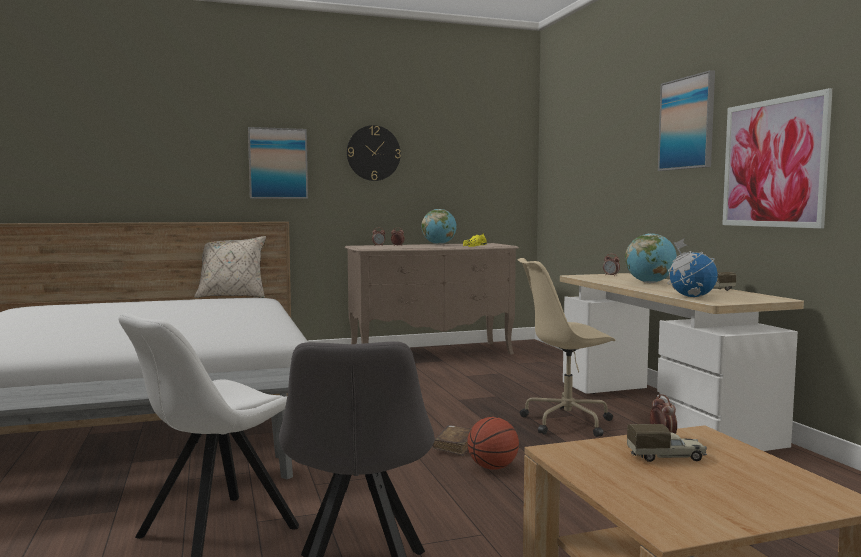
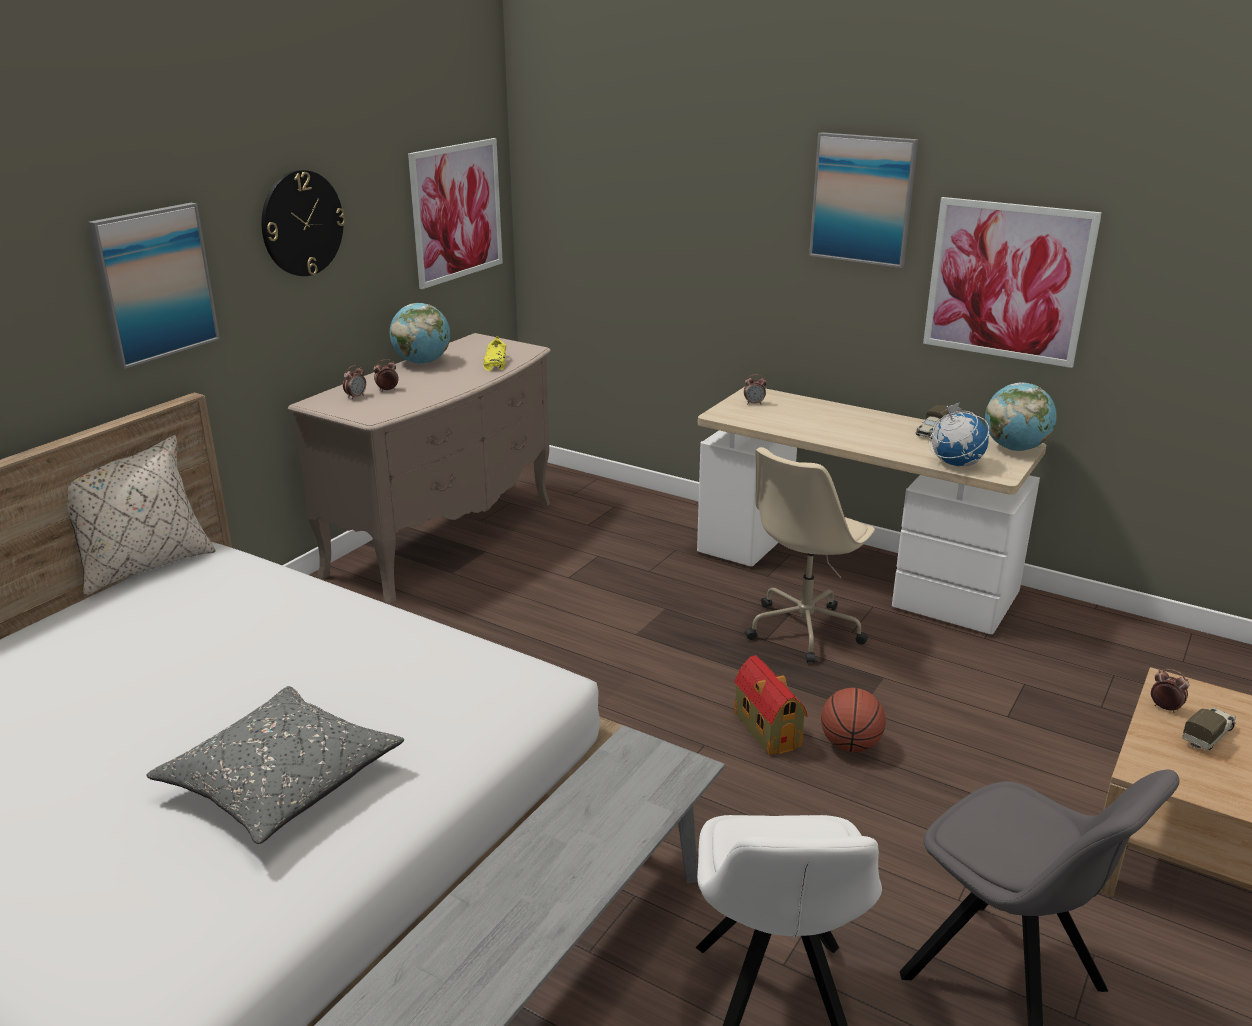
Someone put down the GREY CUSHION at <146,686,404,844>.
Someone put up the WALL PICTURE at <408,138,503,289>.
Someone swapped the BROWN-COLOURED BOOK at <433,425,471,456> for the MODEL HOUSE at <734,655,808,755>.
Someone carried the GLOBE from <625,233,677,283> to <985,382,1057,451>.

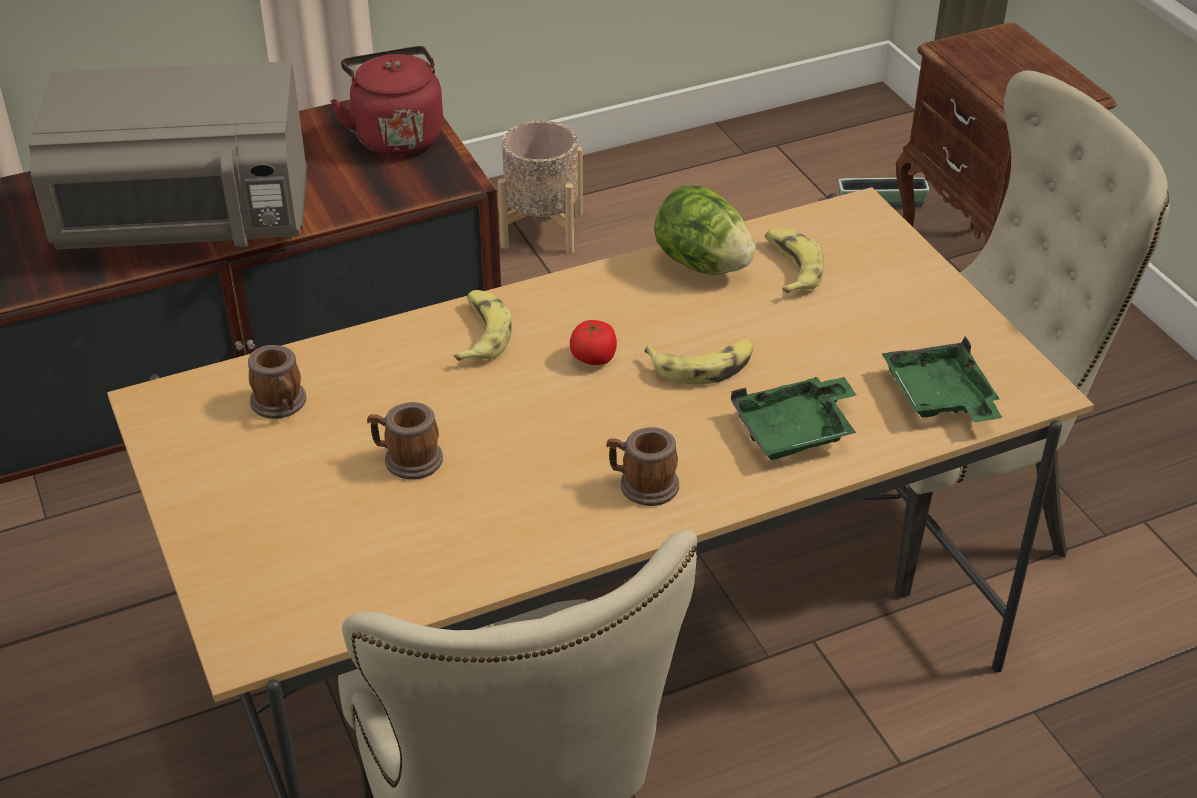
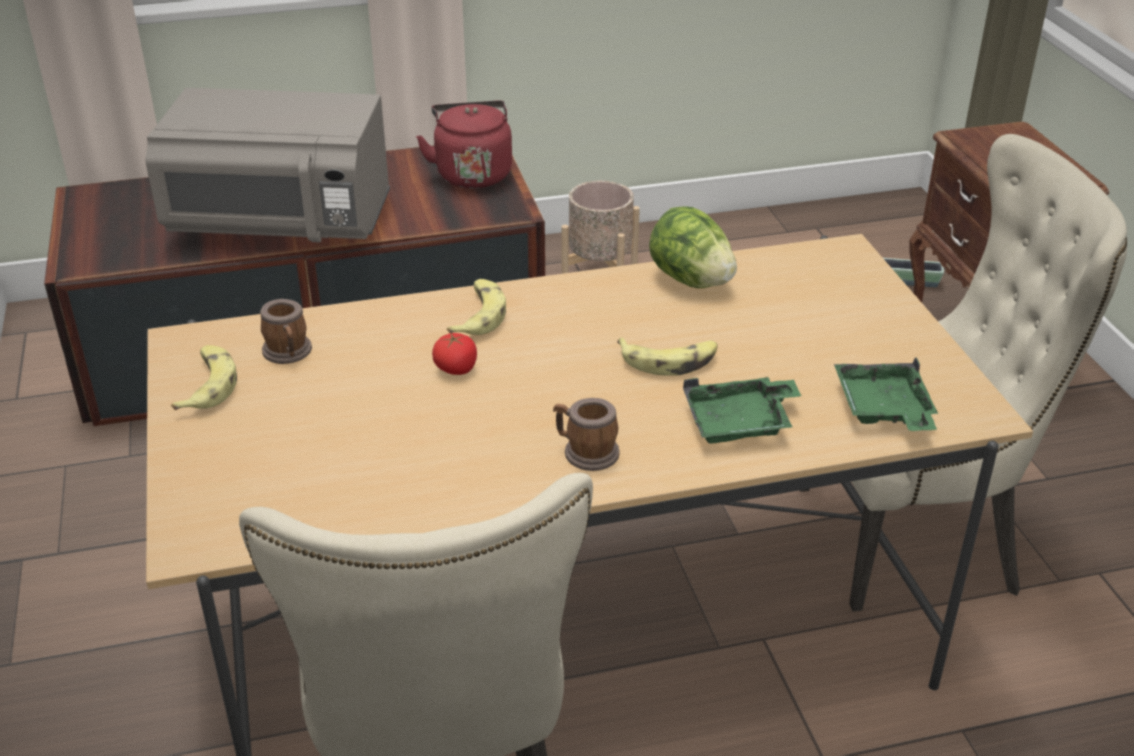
Someone carried the BANANA from <765,228,824,293> to <171,345,237,410>.
Someone carried the WHOLE TOMATO from <570,320,617,365> to <432,333,477,375>.
Someone took away the MUG at <367,402,443,480>.

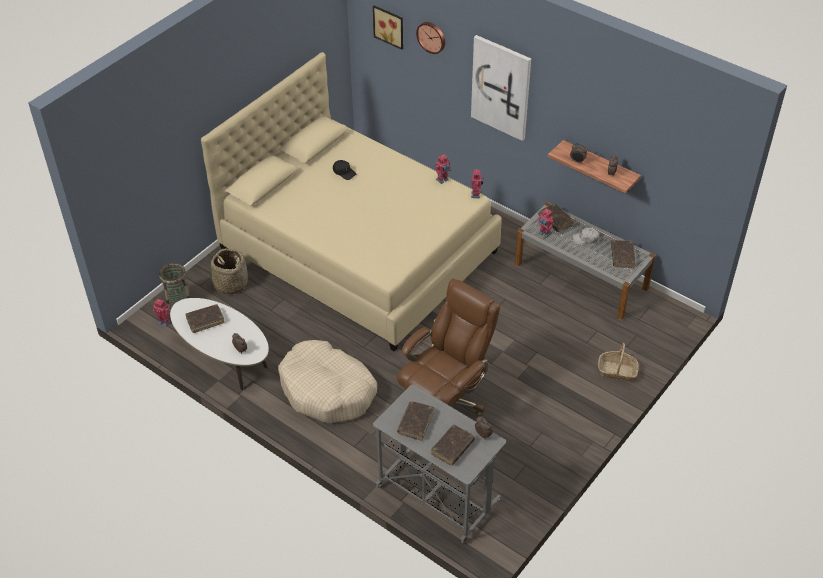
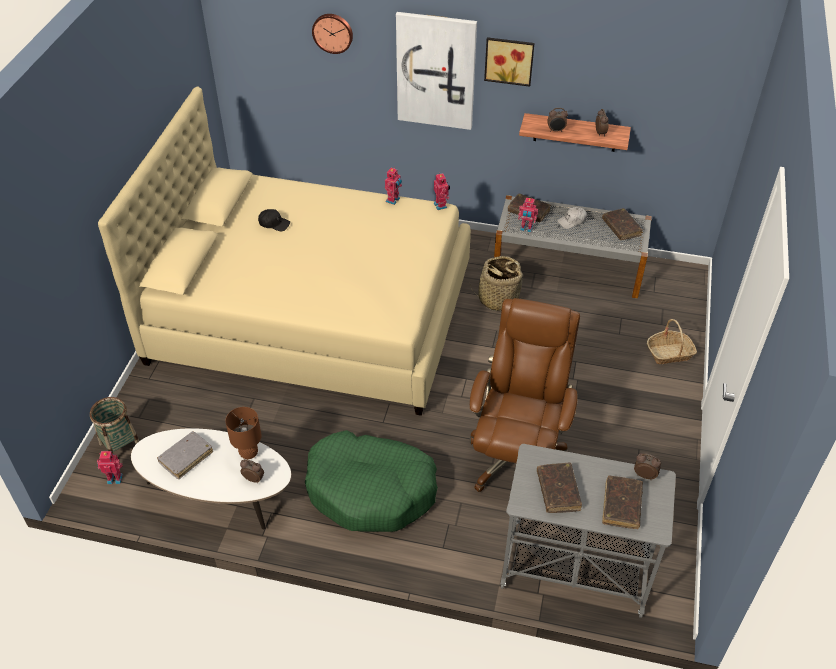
Someone repainted the BROWN-COLOURED BOOK at <185,304,225,333>, which became the GREY BOOK at <157,431,213,479>.
Someone put down the BROWN-COLOURED LAMP FOR A TABLE at <225,407,262,459>.
Someone repainted the BEIGE PET BED at <278,340,377,423>, which became the GREEN PET BED at <305,430,438,532>.
Someone carried the STORAGE BASKET from <210,248,248,294> to <469,256,526,311>.
Someone carried the WALL PICTURE from <373,6,403,50> to <484,37,535,87>.

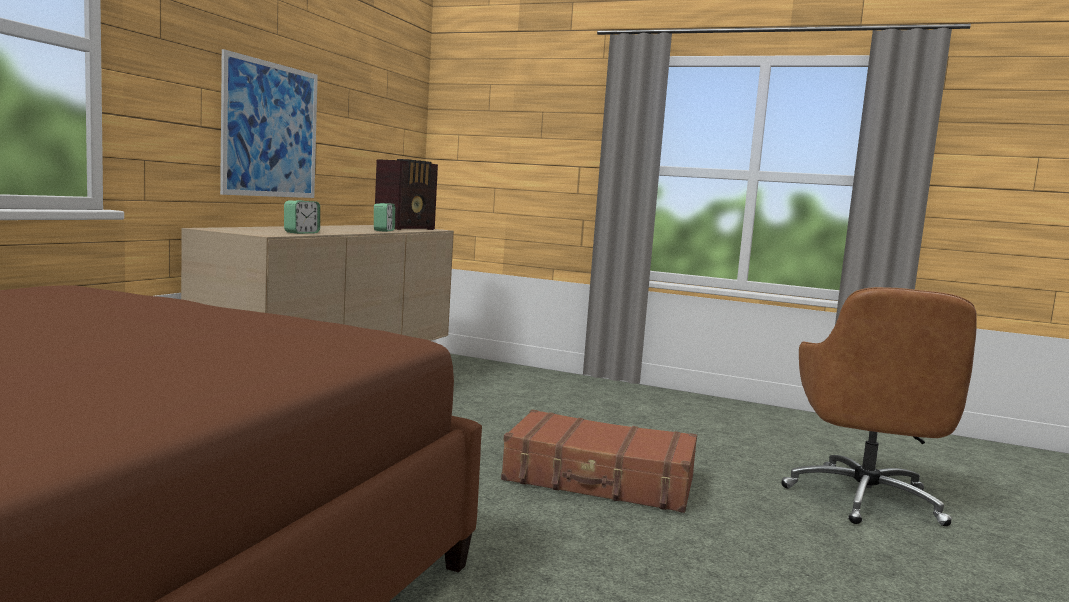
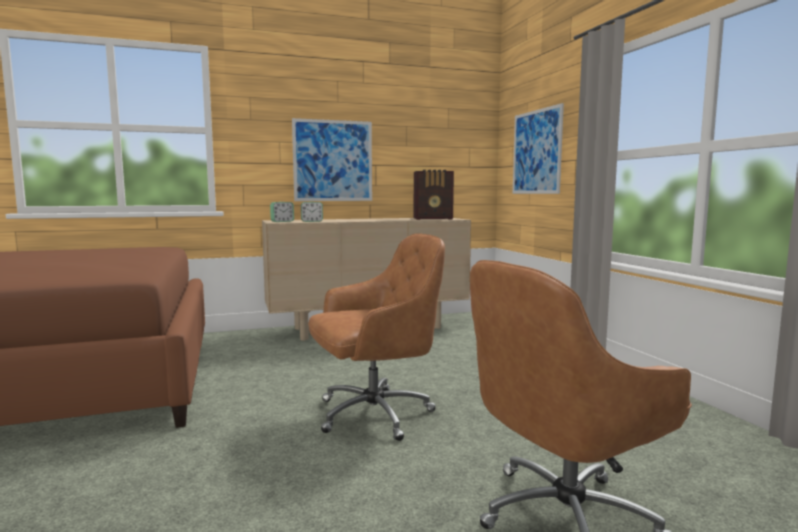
Someone carried the BEDSIDE CLOCK from <374,203,395,232> to <270,202,294,222>.
Someone swapped the BROWN-COLOURED SUITCASE at <501,409,697,513> for the BROWN-COLOURED OFFICE CHAIR at <308,233,445,441>.
Someone put up the WALL PICTURE at <513,103,564,194>.

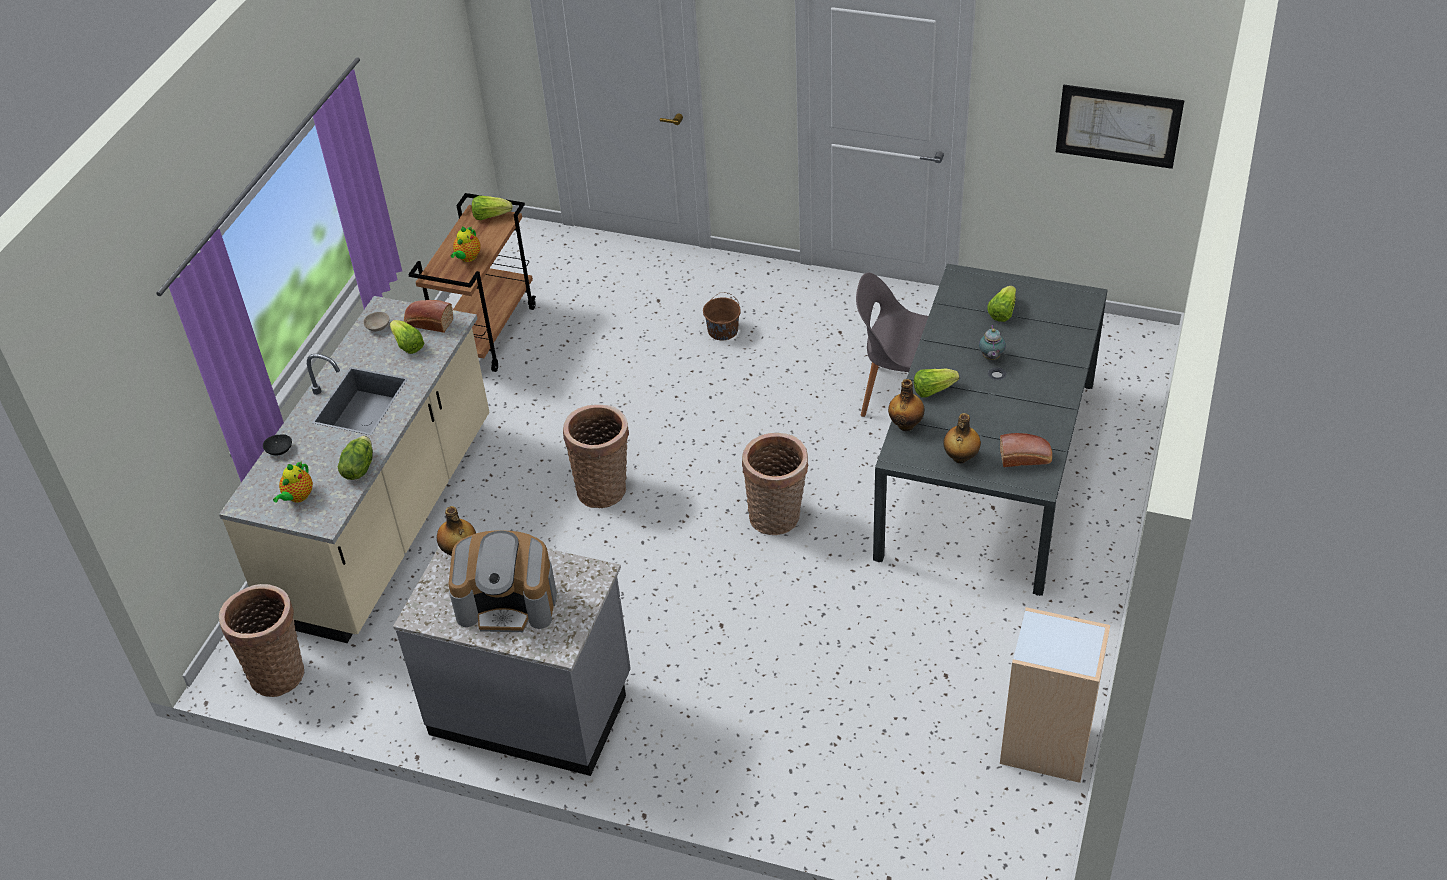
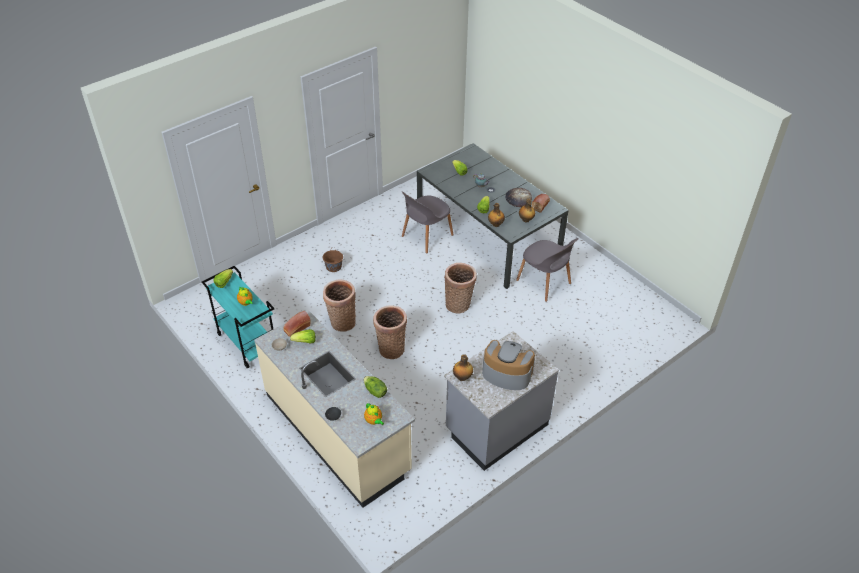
Someone repainted the BROWN-COLOURED TROLLEY at <408,193,536,372>, which became the TURQUOISE-COLOURED TROLLEY at <202,266,274,369>.
Someone carried the STORAGE BASKET from <219,584,304,697> to <323,279,356,332>.
Someone rotated the COFFEE BREWER at <449,531,557,632> by 105 degrees counterclockwise.
Someone put down the BAKERY BREAD at <505,188,532,207>.
Someone put down the GREY CHAIR at <516,238,579,302>.
Someone took away the BOOKSHELF at <1000,607,1110,783>.
Someone took away the WALL PICTURE at <1056,84,1185,169>.

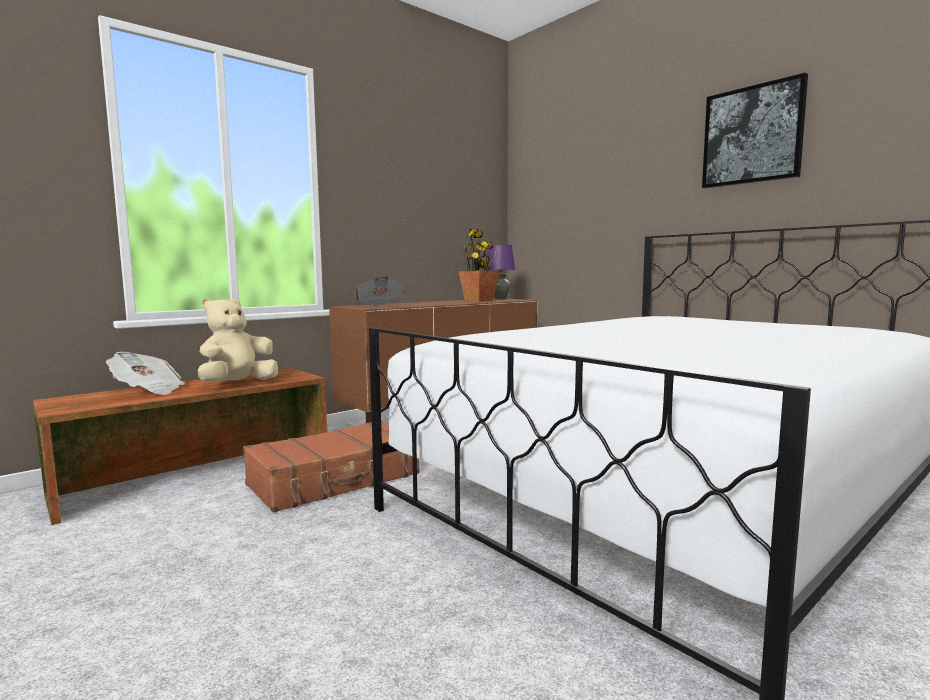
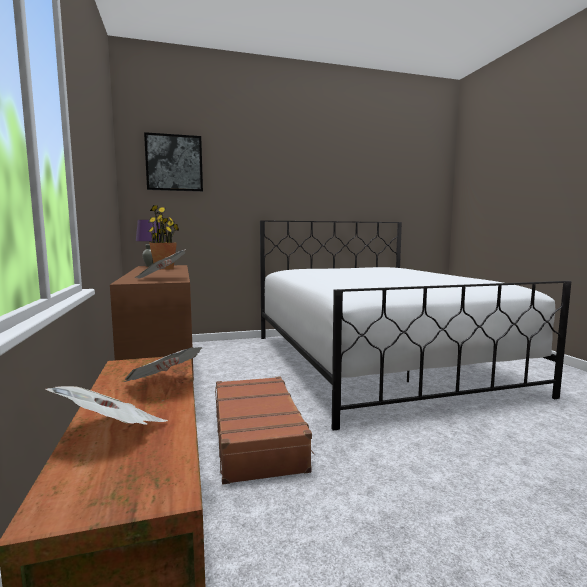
Someone swapped the BEIGE SOFT TOY at <198,298,278,382> for the DAILY PAPER at <123,347,202,382>.
Someone carried the WALL PICTURE from <702,73,808,188> to <144,132,203,192>.

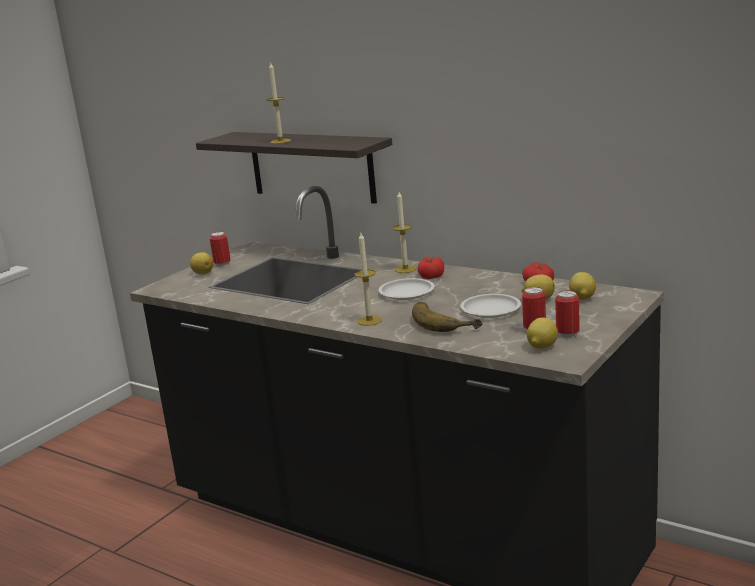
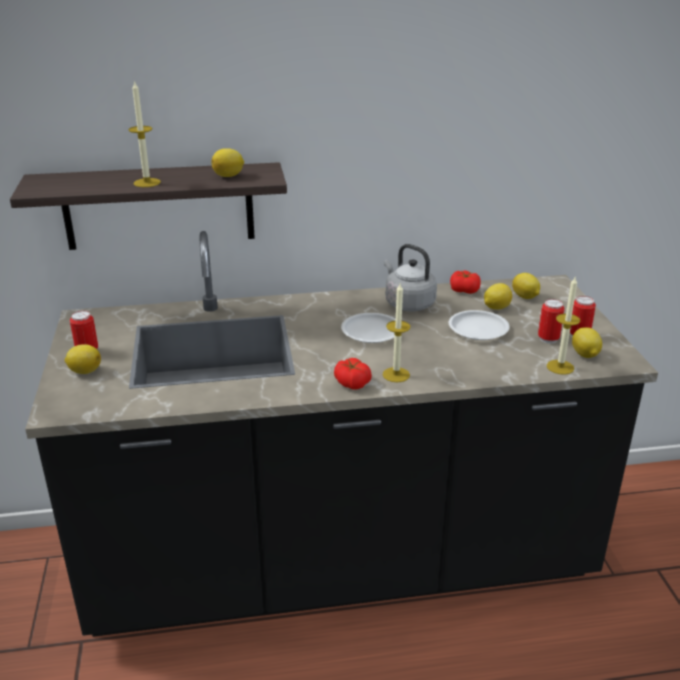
Someone put down the WHOLE LEMON at <211,148,244,177>.
Someone carried the WHOLE TOMATO from <418,257,444,279> to <334,358,372,389>.
Someone put down the GREY WATER KETTLE at <384,244,437,311>.
Someone carried the WAX CANDLE from <393,192,416,273> to <547,277,580,375>.
Someone took away the BANANA at <412,302,483,332>.

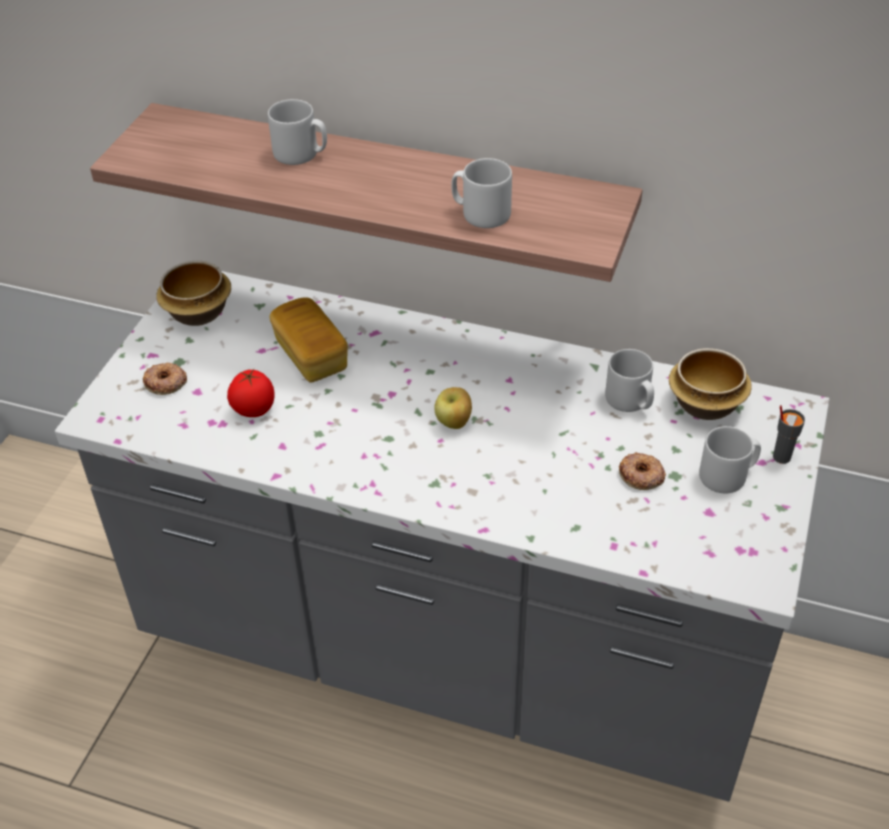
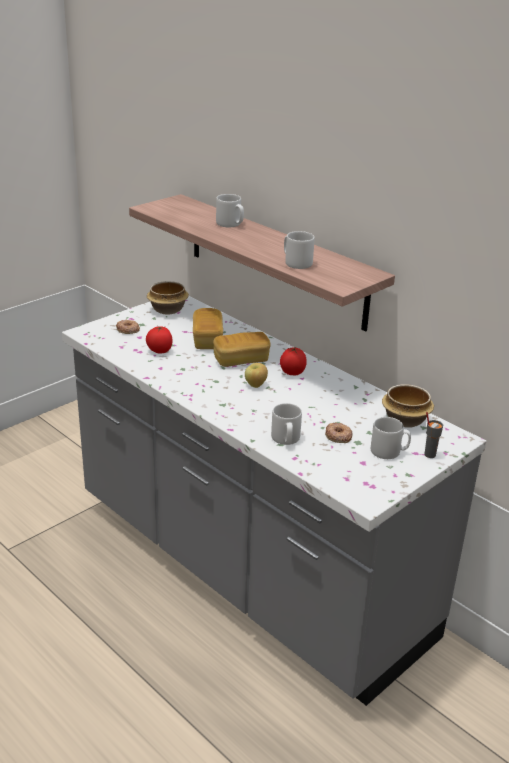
Someone put down the BAKERY BREAD at <213,332,270,367>.
Someone carried the GREY MUG from <605,349,654,412> to <271,403,302,445>.
Someone put down the WHOLE TOMATO at <280,348,307,375>.

